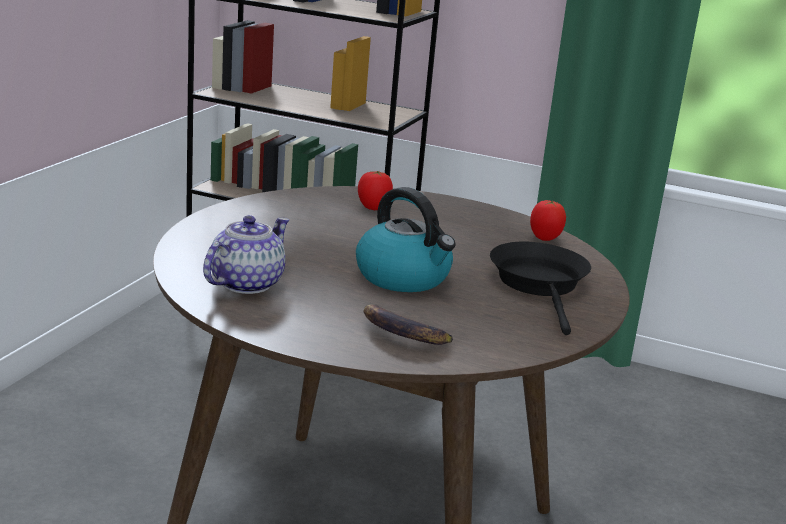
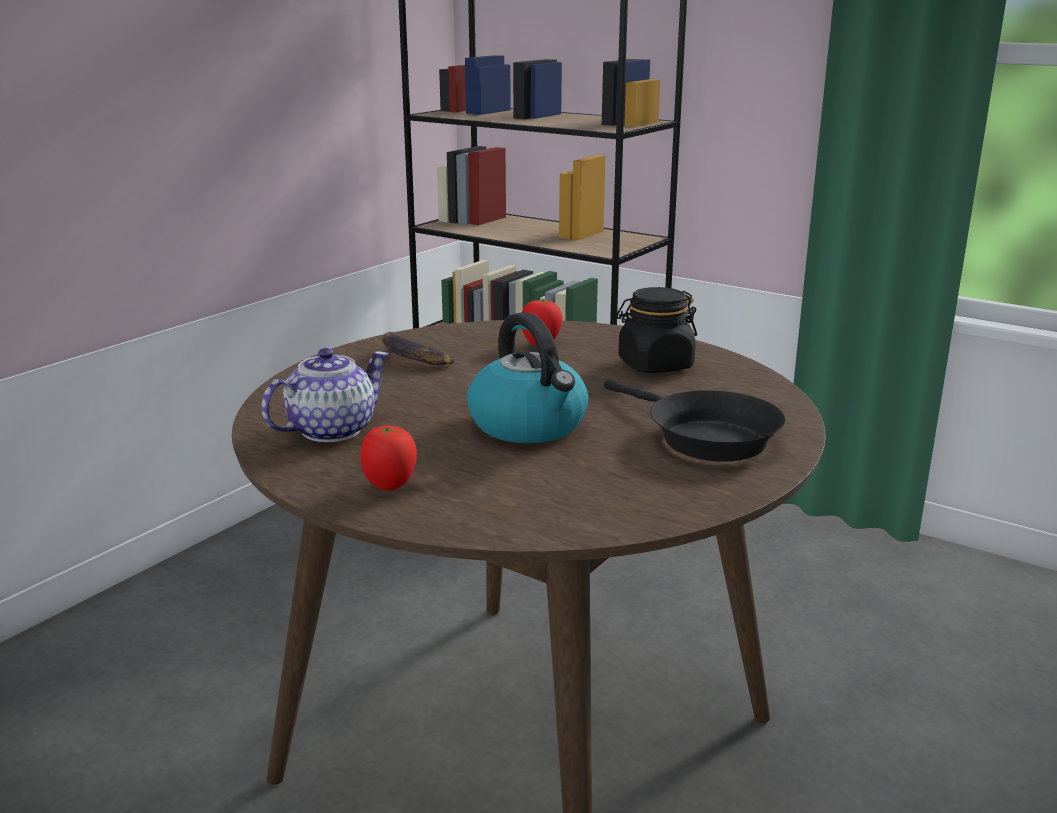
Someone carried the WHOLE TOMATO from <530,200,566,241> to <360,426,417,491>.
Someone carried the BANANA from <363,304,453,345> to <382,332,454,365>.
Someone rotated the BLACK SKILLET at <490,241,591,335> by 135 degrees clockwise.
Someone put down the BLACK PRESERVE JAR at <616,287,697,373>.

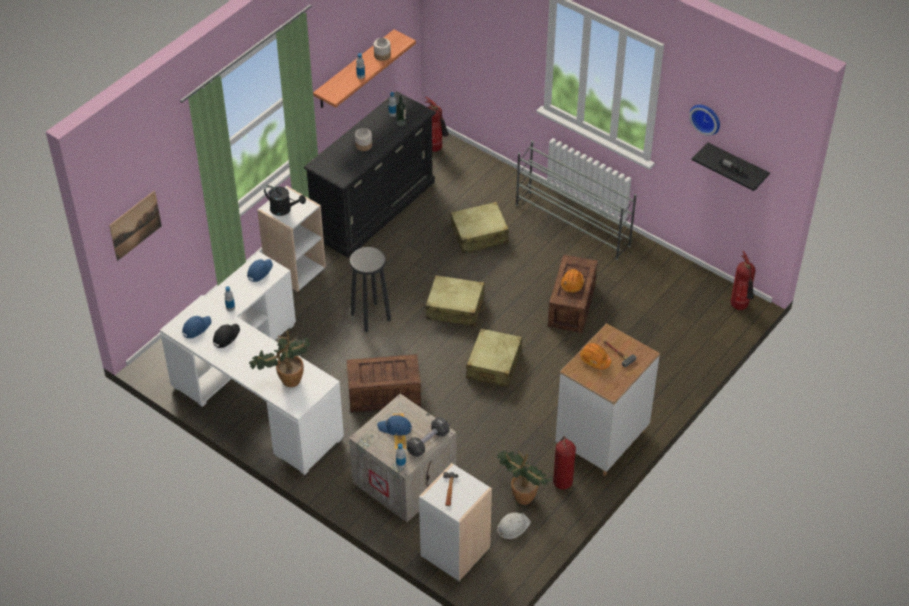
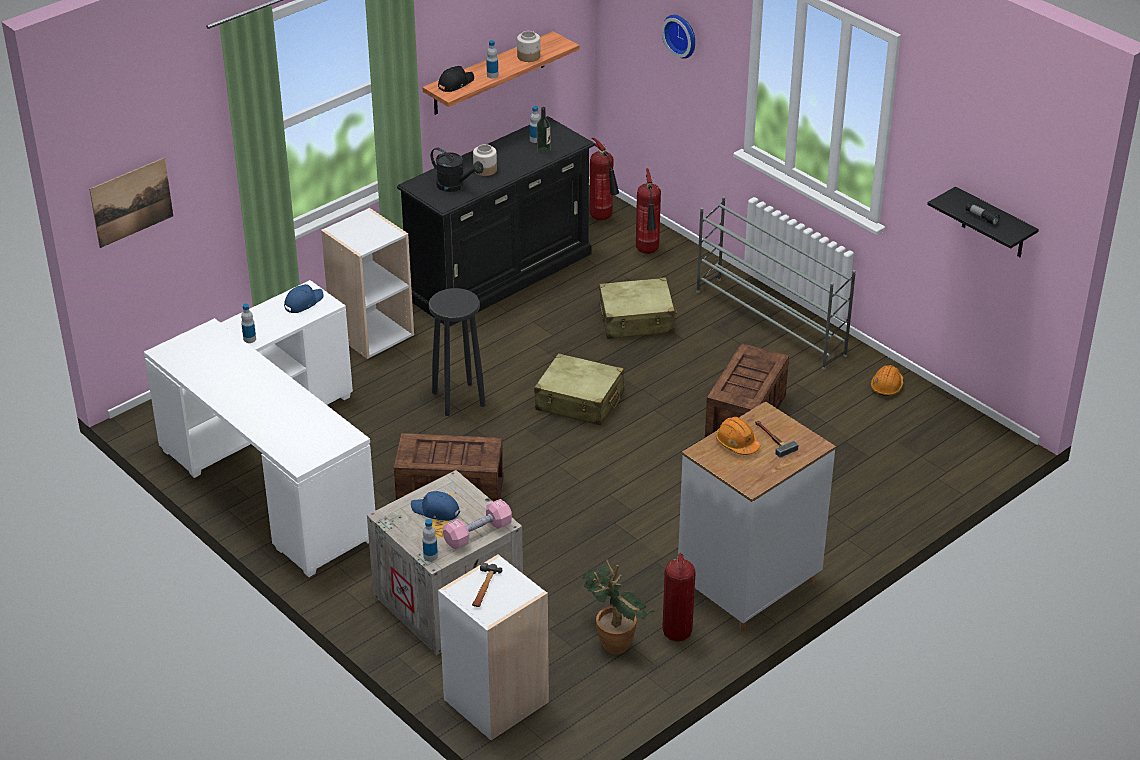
Someone carried the BLACK WATERING POT from <264,185,306,216> to <431,147,484,192>.
Someone carried the BLACK PEAKED CAP from <213,324,240,348> to <438,66,474,92>.
Someone repainted the BLACK HAND WEIGHT at <407,417,450,457>, which became the PINKISH HAND WEIGHT at <443,499,512,549>.
Someone carried the FIRE-FIGHTING CYLINDER from <731,251,755,310> to <636,168,661,254>.
Someone carried the CLOCK ON THE WALL from <689,105,720,135> to <662,15,695,59>.
Someone carried the ORANGEY HARD HAT from <561,269,584,293> to <871,365,903,396>.
Someone took away the BLUISH PEAKED CAP at <182,316,211,338>.
Someone took away the POTTED PLANT at <249,331,311,387>.
Someone took away the BEIGE SUITCASE at <466,328,522,387>.
Someone took away the WHITISH HARD HAT at <497,512,531,539>.

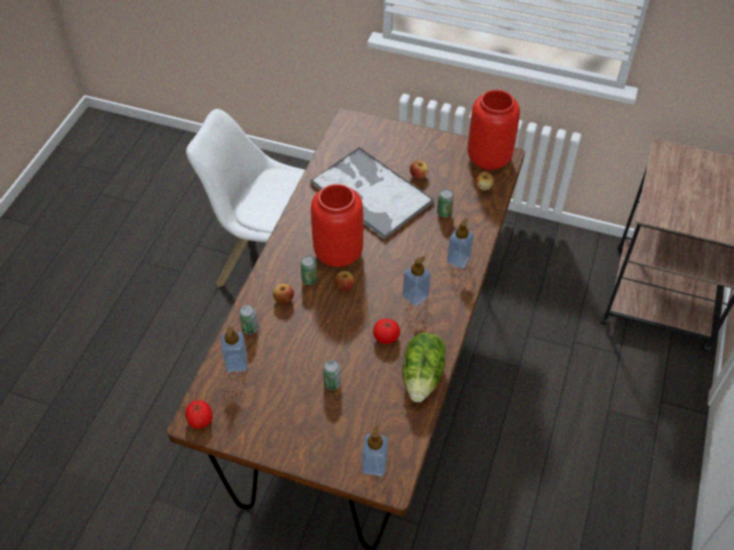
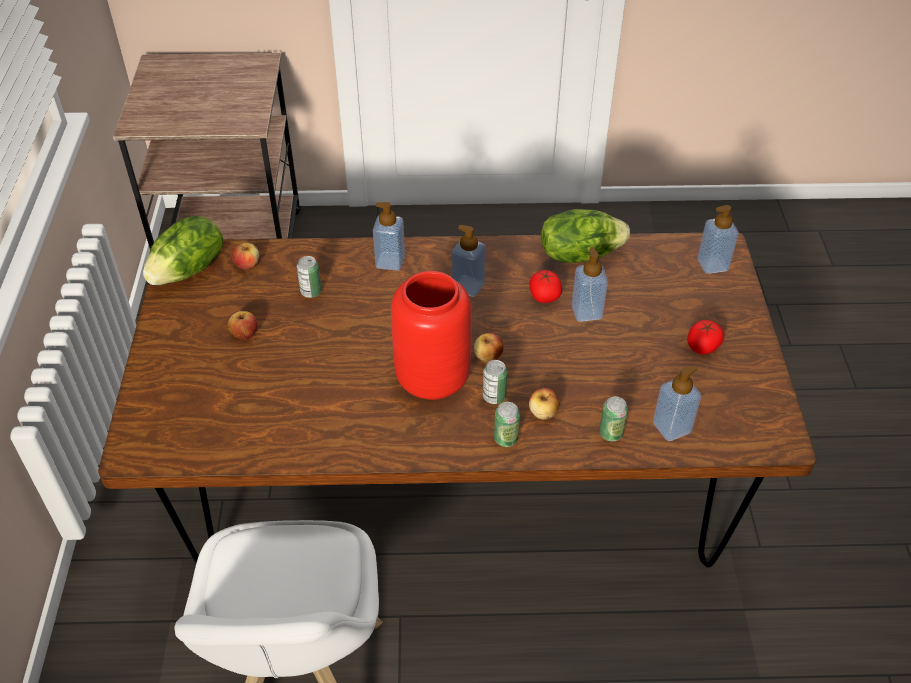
Someone swapped the RED-COLOURED DECORATIVE VASE at <467,90,520,170> for the LETTUCE HEAD at <143,216,224,285>.
Someone carried the SEALED CAN from <323,360,341,390> to <494,402,520,447>.
Someone put down the SOAP BOTTLE at <571,247,608,322>.
Someone carried the WHOLE TOMATO from <185,400,213,428> to <687,320,724,354>.
Someone took away the CARRYING TRAY at <310,147,434,240>.

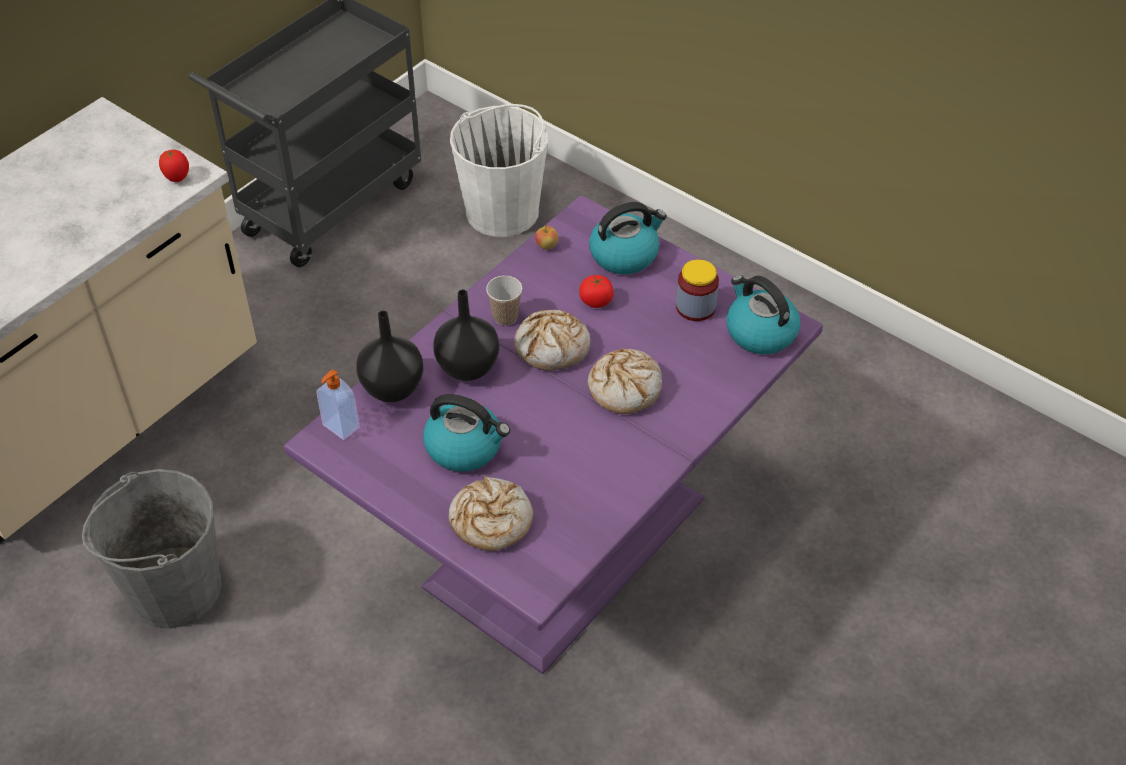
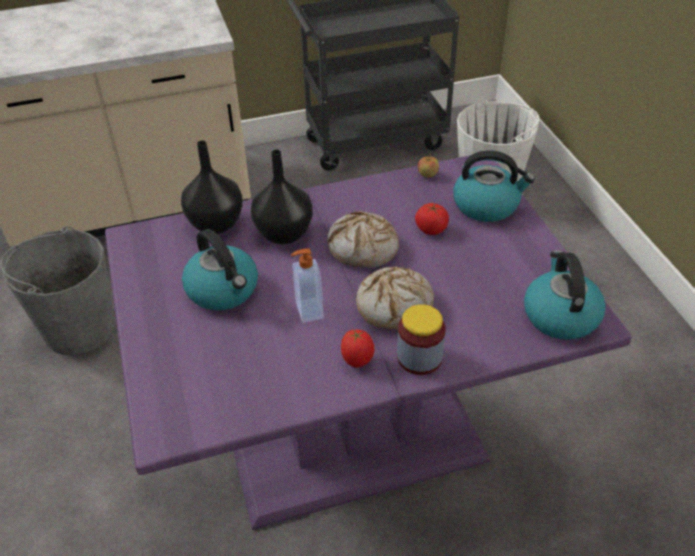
Someone carried the SOAP BOTTLE from <316,370,360,440> to <291,248,324,323>.
Someone carried the WHOLE TOMATO from <159,150,189,182> to <341,329,374,368>.
Someone carried the PRESERVE JAR from <676,259,719,321> to <397,304,446,375>.
Someone took away the BAKERY BREAD at <449,476,533,551>.
Someone took away the DRINKING CUP at <486,276,522,326>.

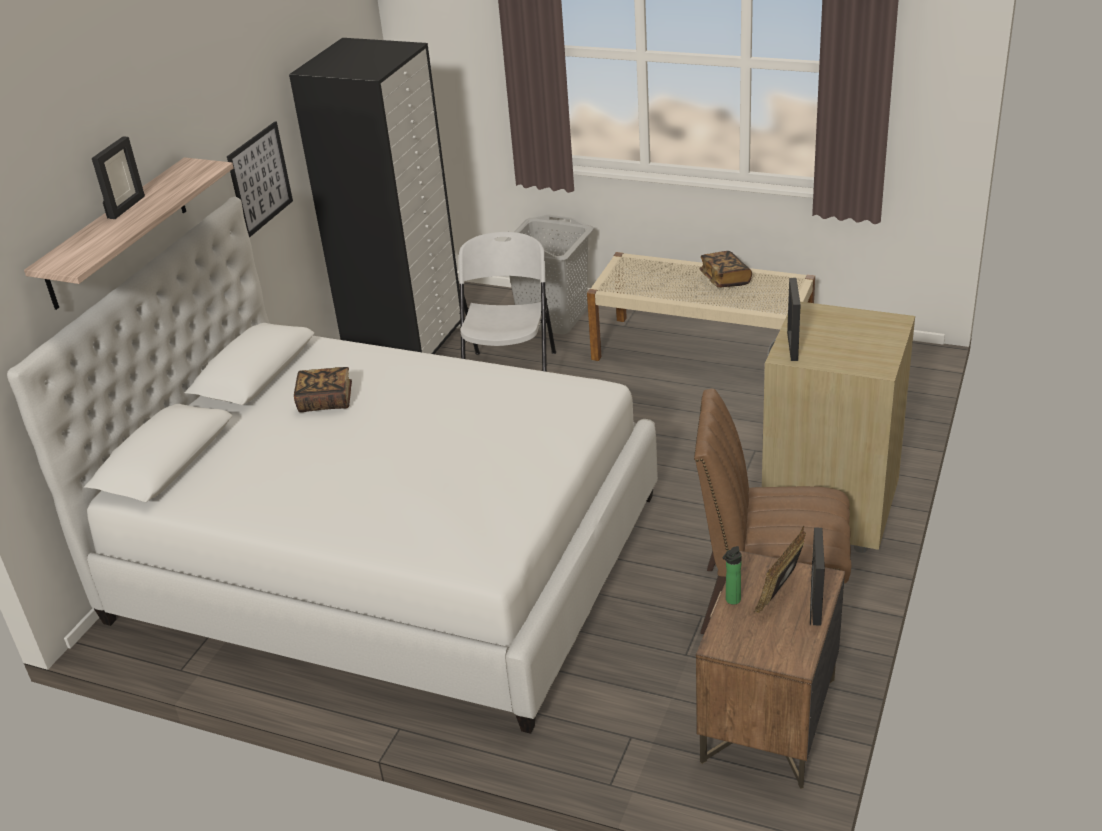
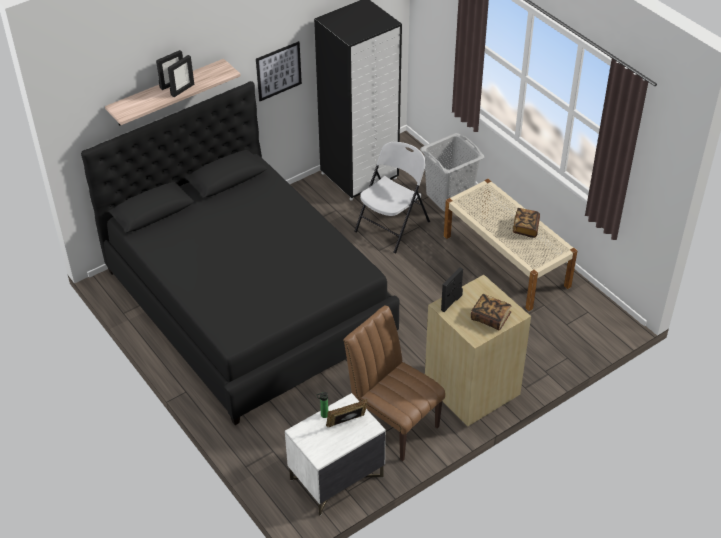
Someone repainted the WHITISH SLEEPING BED at <7,197,658,734>, which became the BLACK SLEEPING BED at <81,81,400,425>.
Someone carried the PICTURE FRAME from <810,528,825,626> to <168,55,194,97>.
Someone repainted the BROWN-COLOURED NIGHT TABLE at <696,551,845,789>, which became the WHITISH NIGHT TABLE at <285,393,386,516>.
Someone carried the BOOK from <294,367,352,412> to <471,294,511,330>.

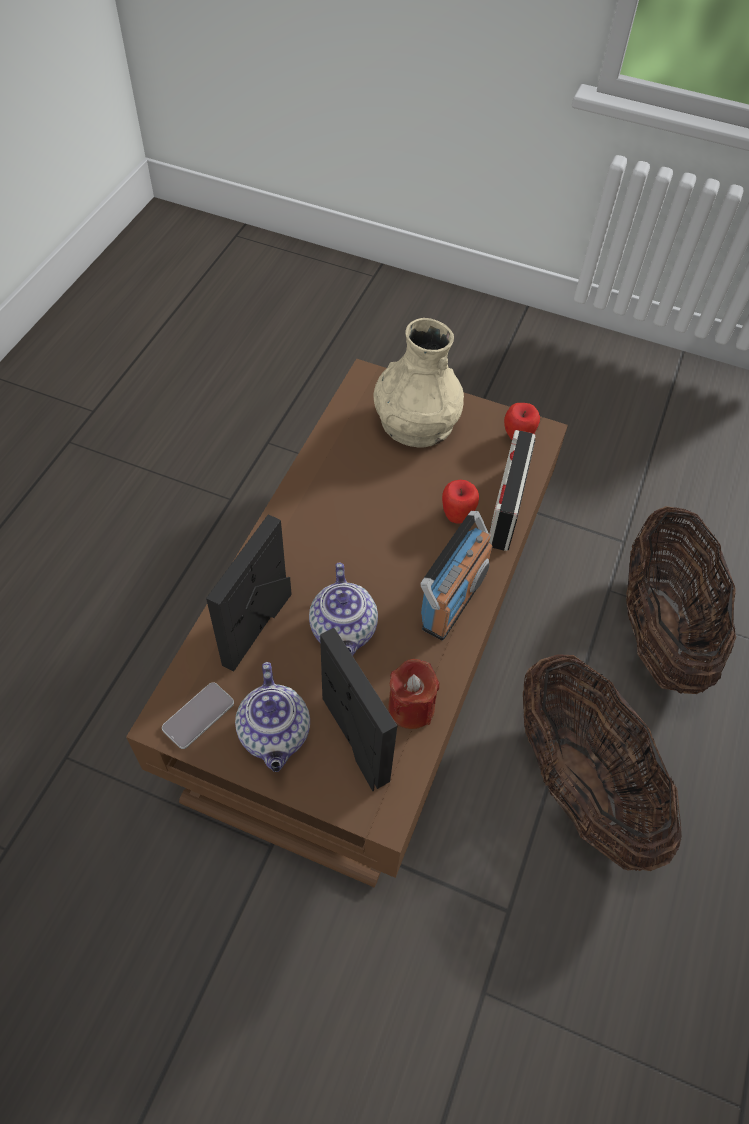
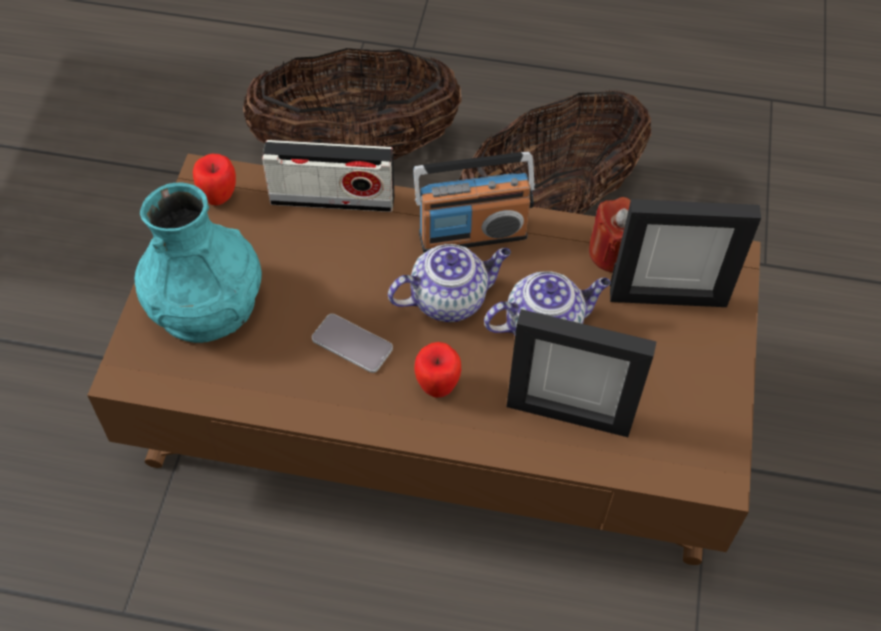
Someone repainted the BEIGE DECORATIVE VASE at <373,318,464,448>, which became the TURQUOISE-COLOURED DECORATIVE VASE at <135,183,262,343>.
Someone carried the HANDSET from <162,682,234,749> to <312,314,393,373>.
Someone carried the POT FOR TEA from <235,662,310,772> to <388,244,511,322>.
Someone rotated the RADIO RECEIVER at <420,511,492,640> by 150 degrees clockwise.
Someone carried the WHOLE APPLE from <442,480,479,524> to <414,342,461,398>.
Someone rotated the PICTURE FRAME at <320,628,397,791> by 135 degrees counterclockwise.

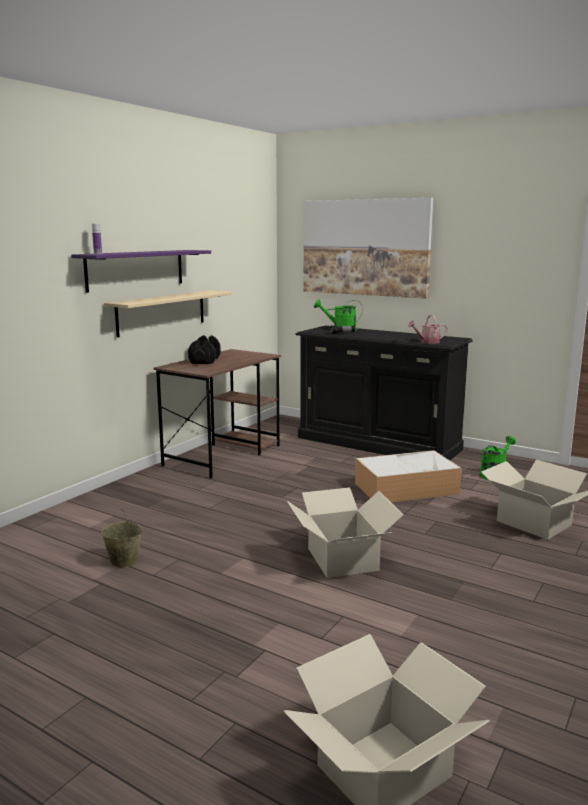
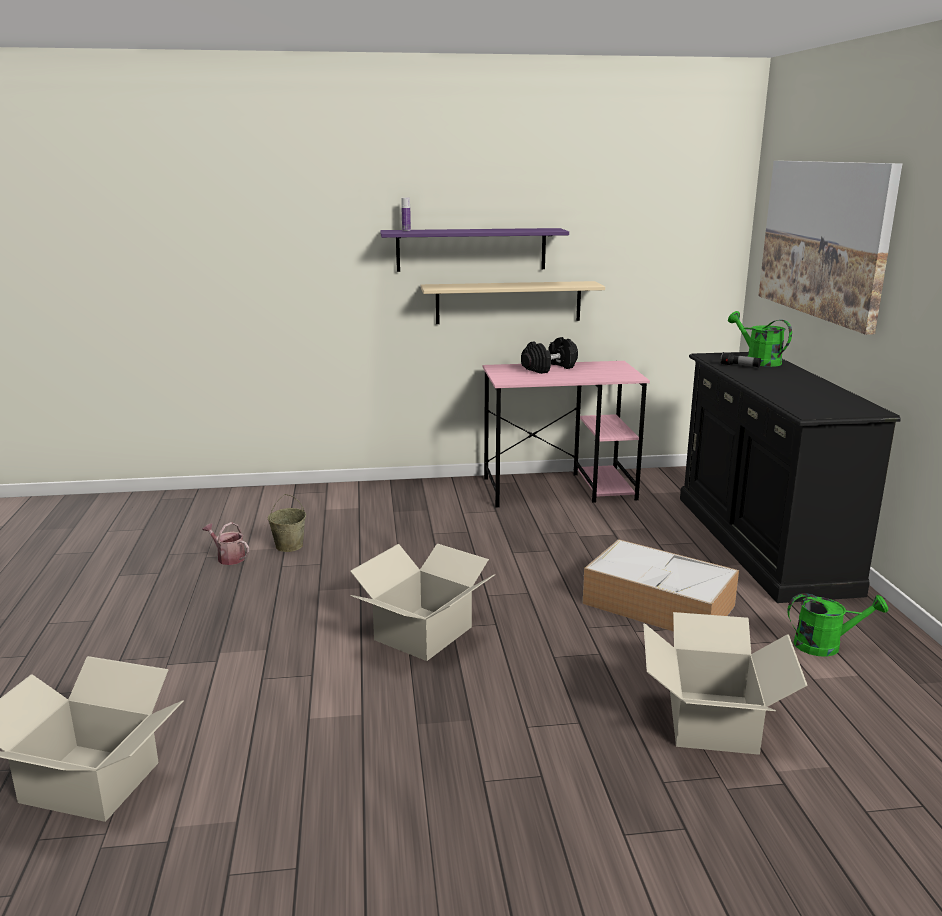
Someone carried the WATERING POT from <408,315,447,344> to <202,522,249,565>.
Someone repainted the BROWN-COLOURED DESK at <154,349,281,479>, which became the PINKISH DESK at <483,361,650,508>.

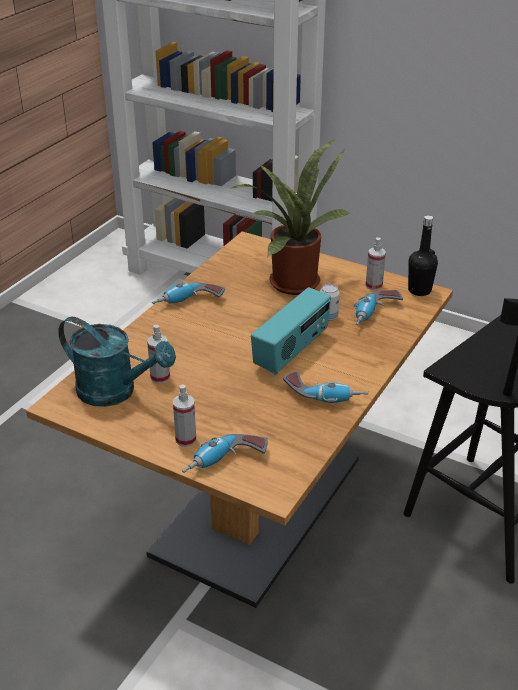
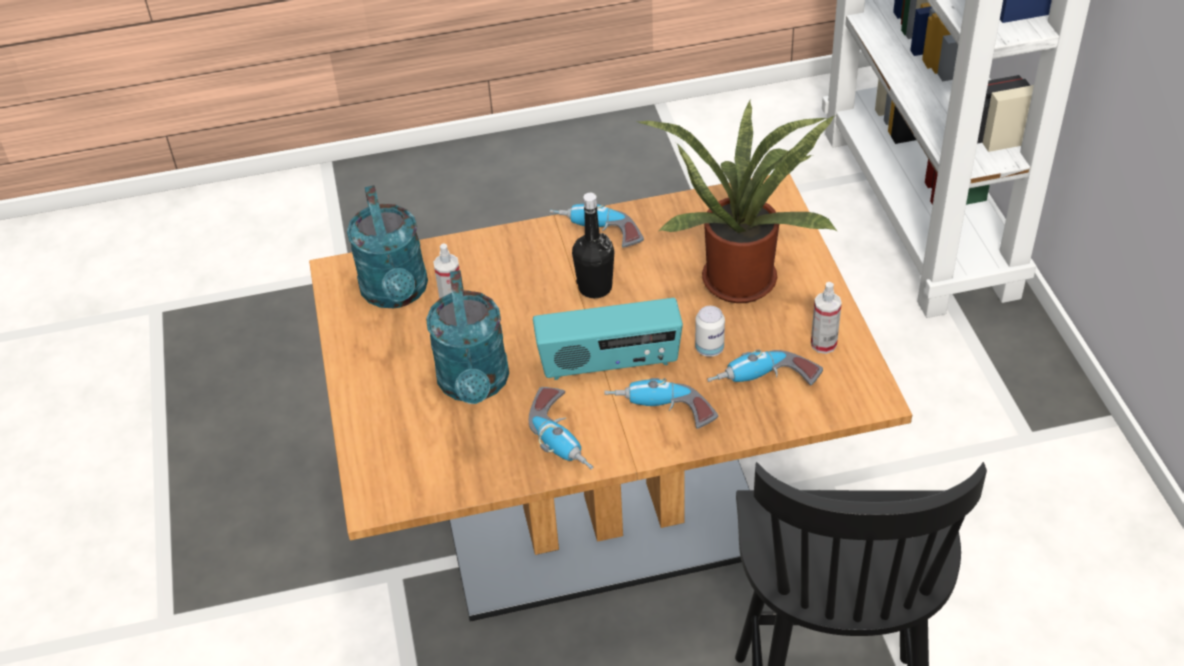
Someone put down the TURQUOISE-COLOURED WATERING POT at <426,270,509,404>.
Someone carried the BLACK DRINK BOTTLE from <408,215,438,296> to <572,193,614,298>.
Someone carried the POWER DRILL from <182,434,268,473> to <604,378,718,429>.
Someone took away the SPRAY BOTTLE at <173,385,196,447>.

